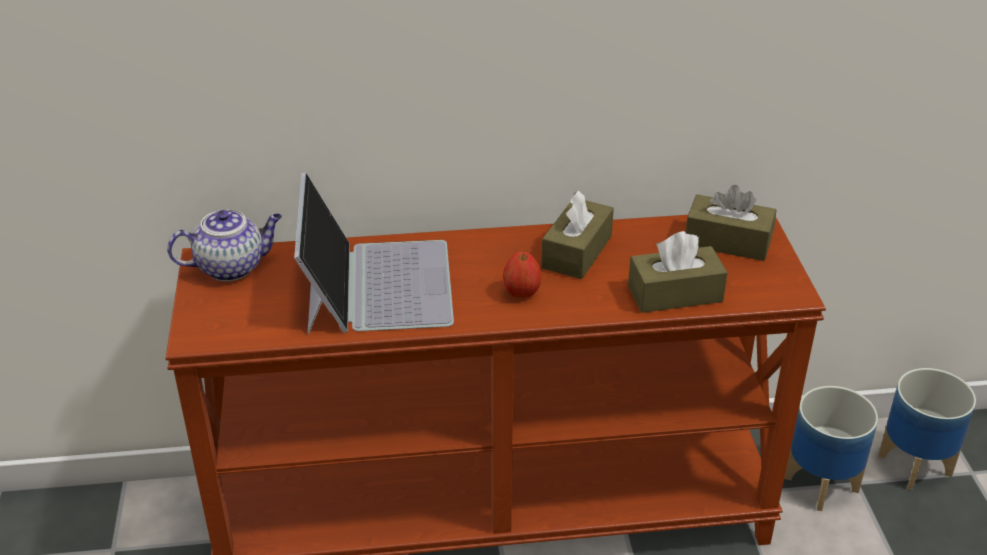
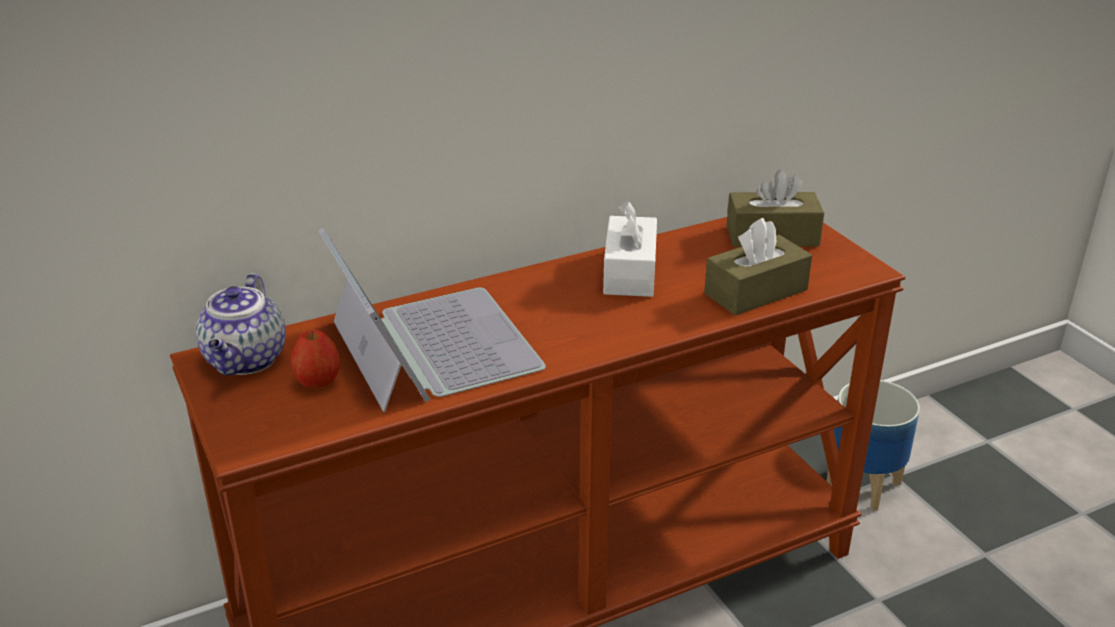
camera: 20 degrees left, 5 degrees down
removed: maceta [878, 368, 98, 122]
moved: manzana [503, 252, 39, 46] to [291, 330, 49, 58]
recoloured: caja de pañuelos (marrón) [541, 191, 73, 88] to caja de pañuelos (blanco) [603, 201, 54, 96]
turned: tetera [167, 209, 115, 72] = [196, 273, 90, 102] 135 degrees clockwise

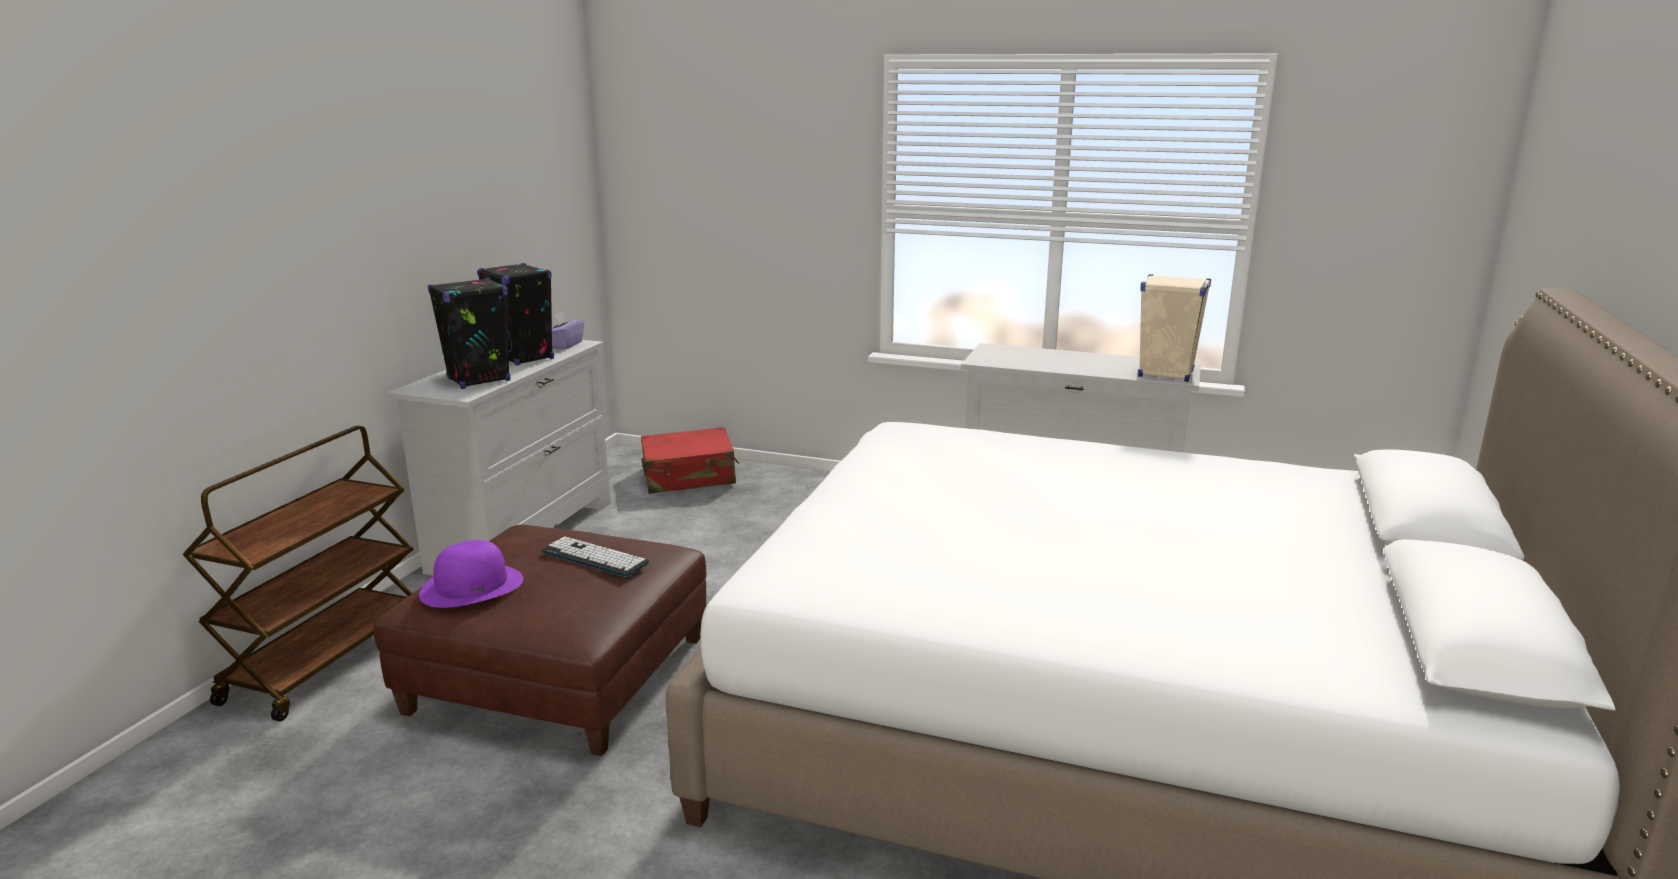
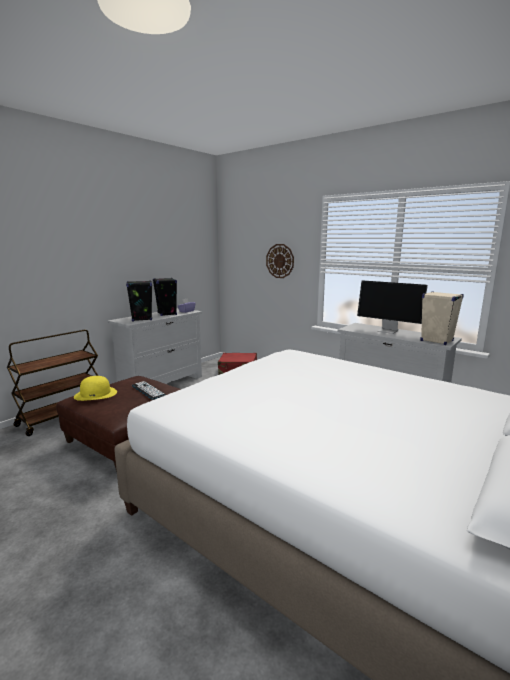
camera: 20 degrees right, 5 degrees down
added: reloj de pared [266, 244, 28, 34]; monitor [357, 280, 71, 54]
recoloured: sombrero (morado) [419, 540, 104, 68] to sombrero (amarillo) [74, 376, 43, 25]

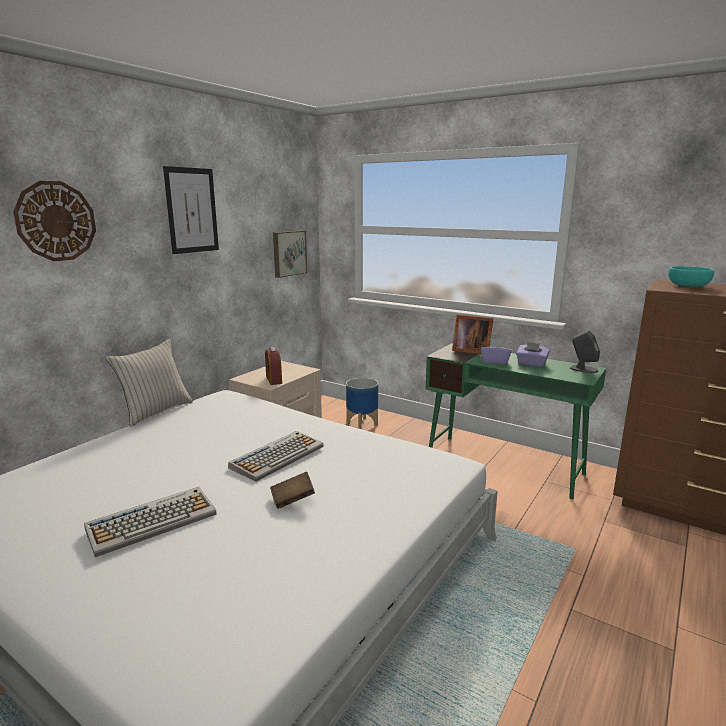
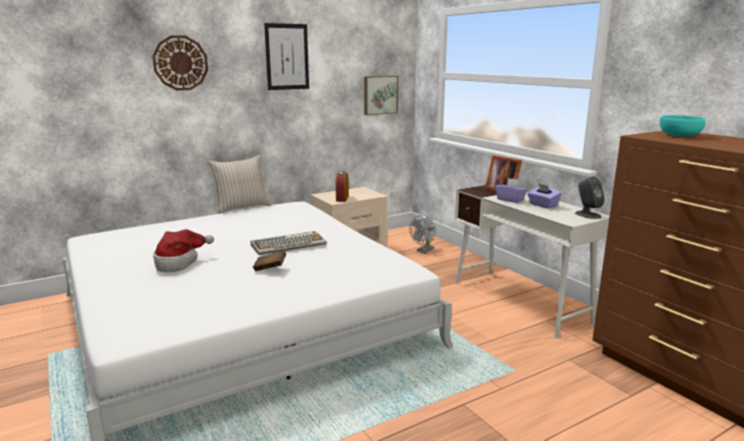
camera: 25 degrees right, 0 degrees up
replaced: teclado [84, 487, 133, 70] to sombrero [153, 229, 61, 43]; maceta [346, 378, 32, 51] to ventilador (gris) [409, 215, 27, 38]
recoloured: escritorio (verde) [426, 344, 180, 155] to escritorio (blanco) [455, 185, 155, 153]

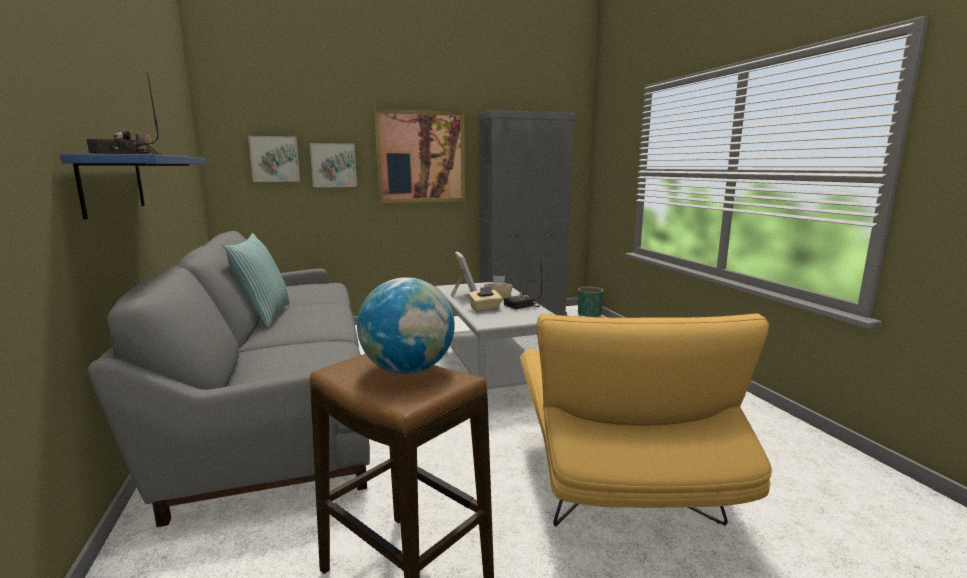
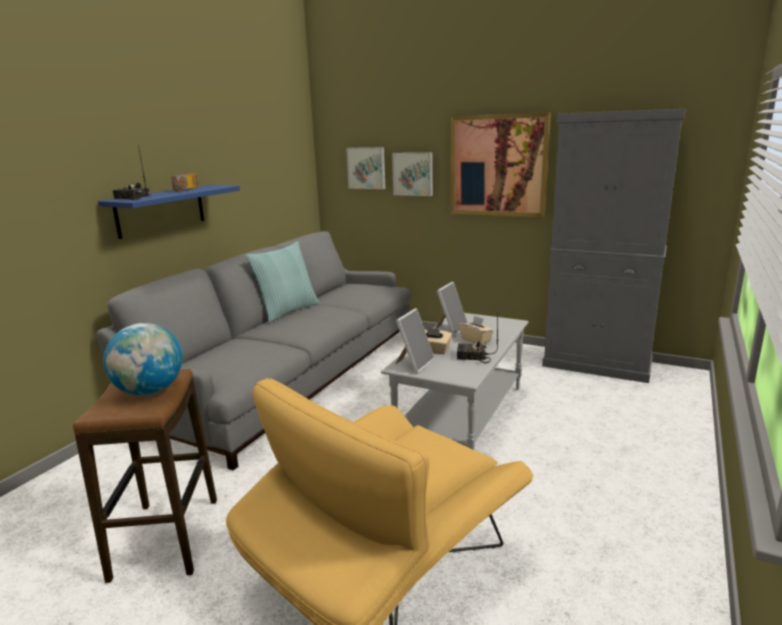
camera: 45 degrees right, 5 degrees up
removed: maceta (verde) [578, 287, 26, 30]
added: portarretratos [395, 308, 40, 66]

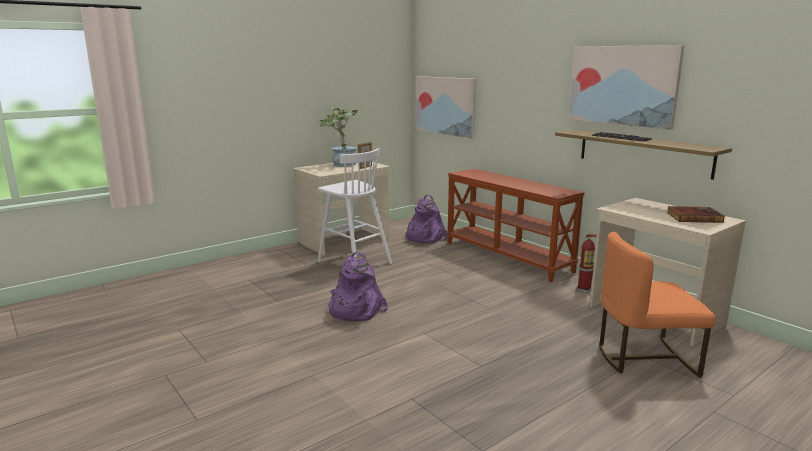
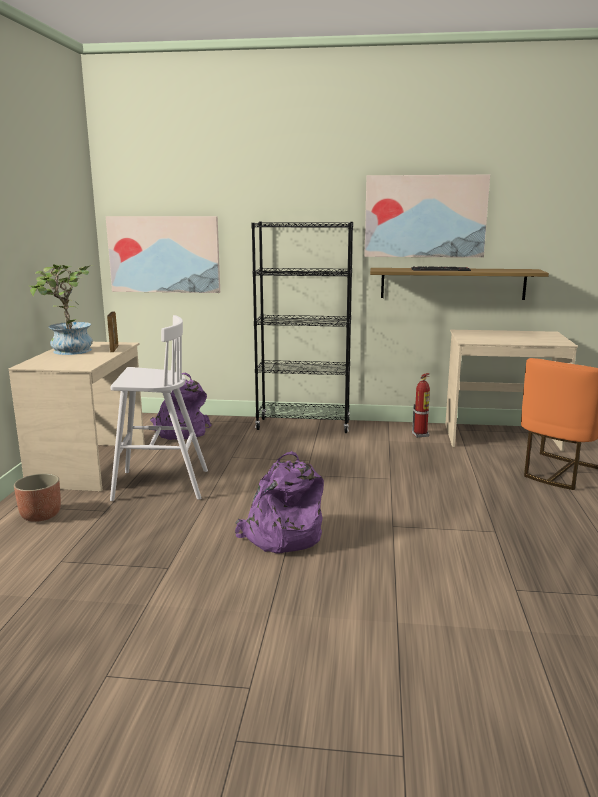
camera: 45 degrees left, 0 degrees up
removed: libro [667, 206, 58, 17]
added: maceta [14, 473, 47, 49]
replaced: mesa consola (marrón) [446, 169, 139, 113] to estantería (negro) [251, 222, 102, 211]

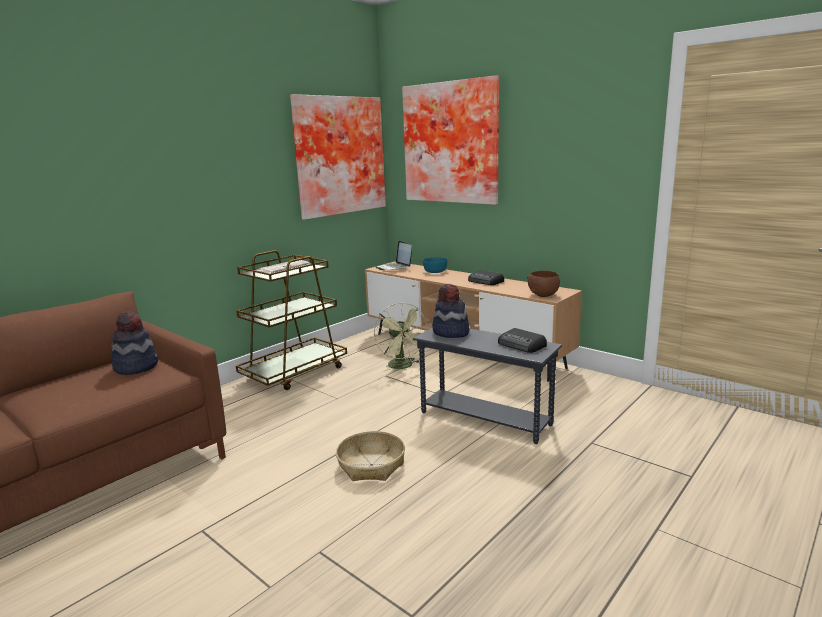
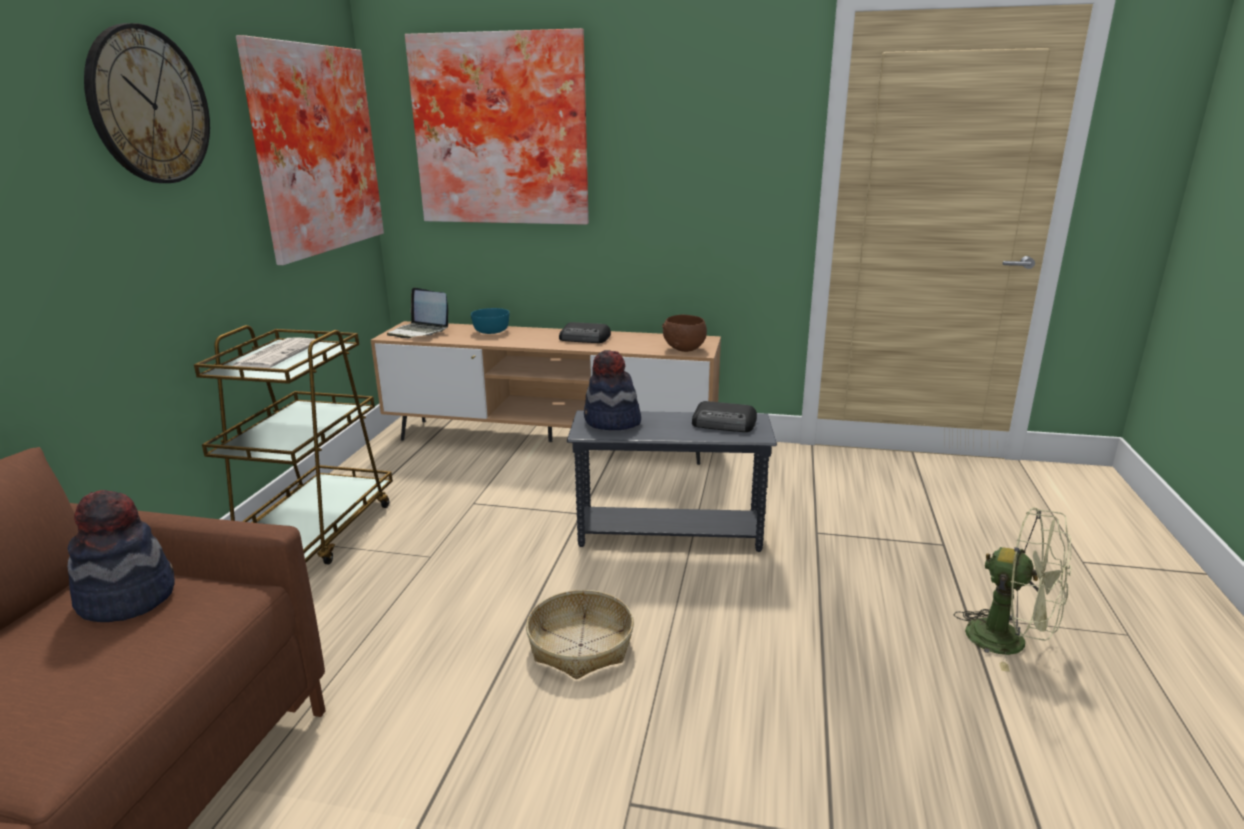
camera: 30 degrees left, 5 degrees up
added: reloj de pared [84, 23, 126, 160]
moved: ventilador (verde) [374, 303, 55, 69] to [954, 507, 117, 165]

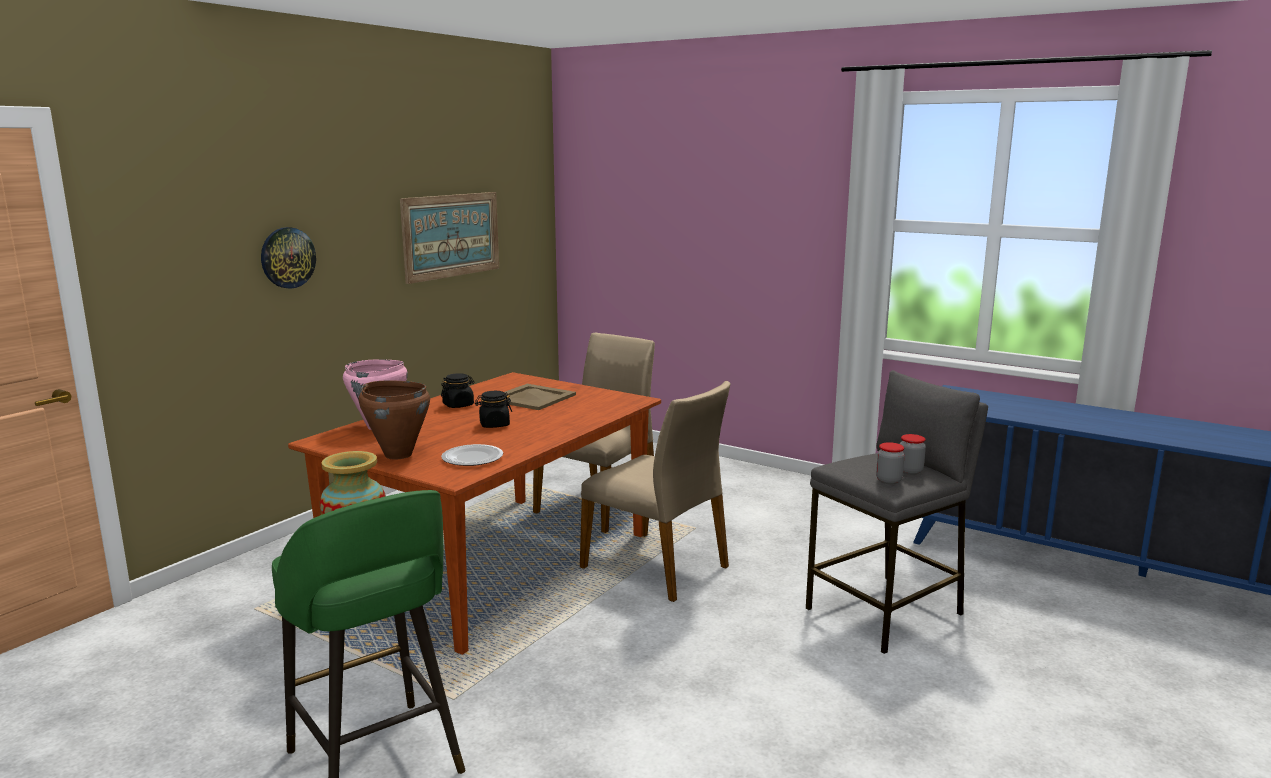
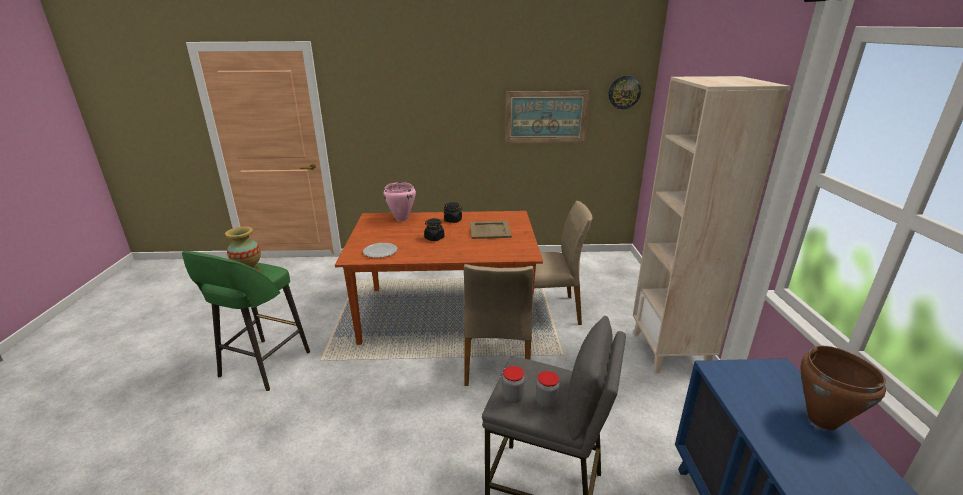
camera: 55 degrees right, 10 degrees up
added: estantería (beis) [633, 76, 158, 297]
moved: reloj de pared [261, 227, 55, 62] to [609, 76, 32, 33]; olla (marrón) [359, 381, 71, 79] to [800, 346, 86, 84]

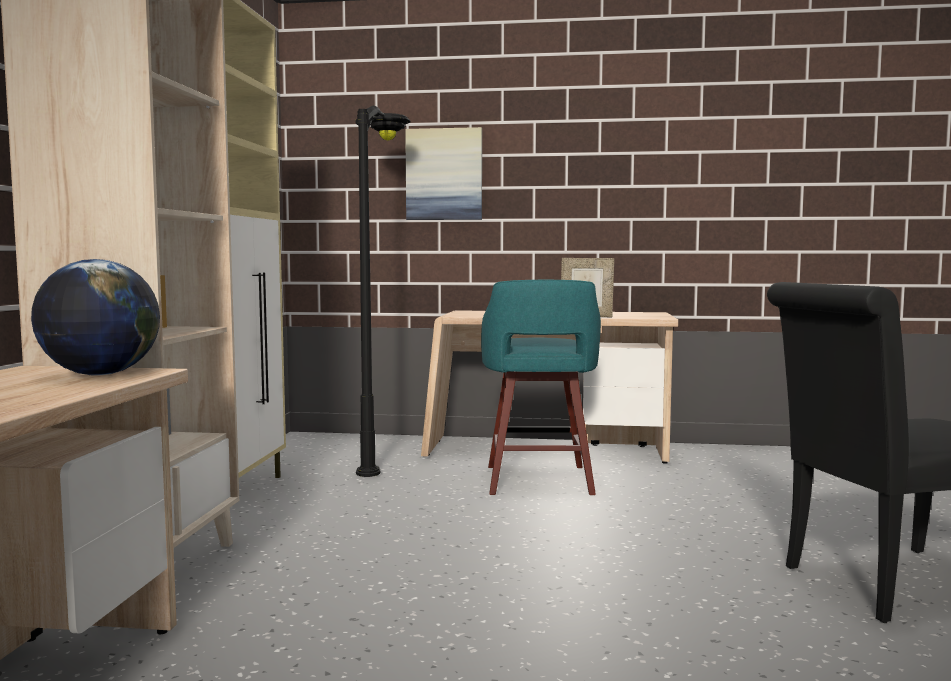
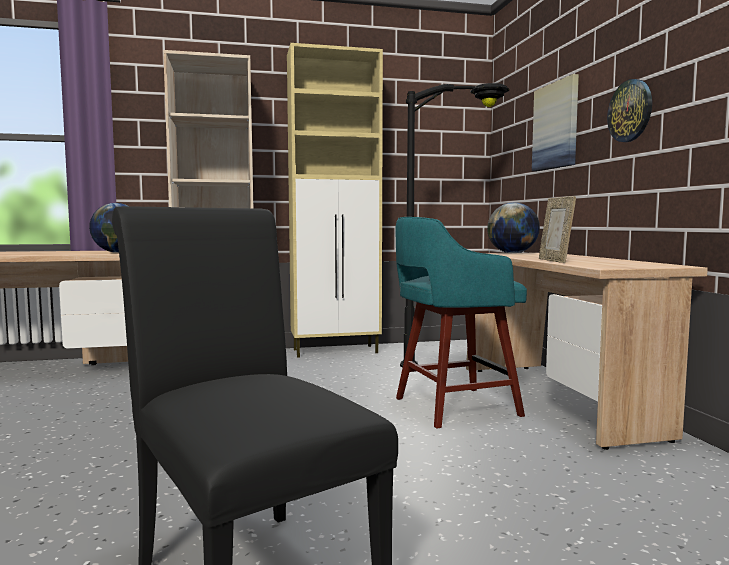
camera: 70 degrees right, 0 degrees up
added: globo terráqueo [487, 202, 53, 51]; reloj de pared [607, 79, 45, 63]

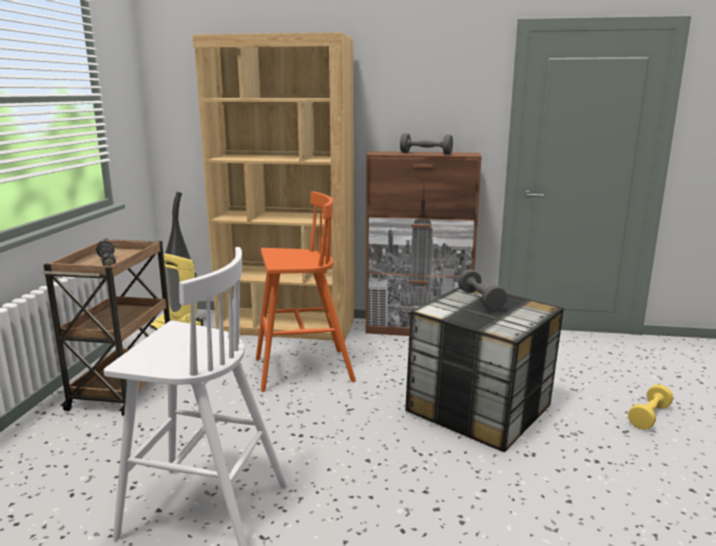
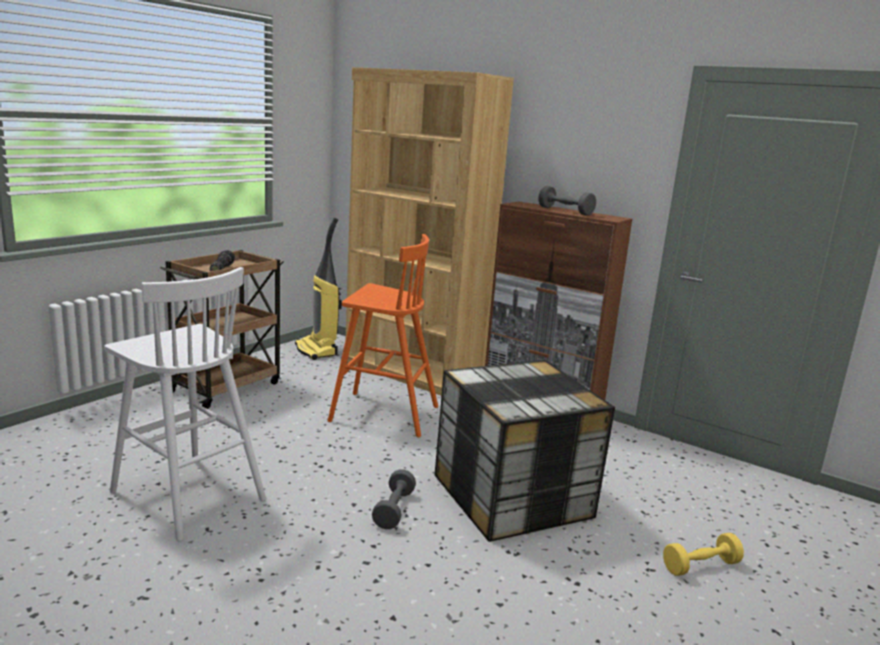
camera: 25 degrees right, 0 degrees up
moved: mancuerna (gris) [458, 269, 49, 42] to [372, 469, 44, 60]

